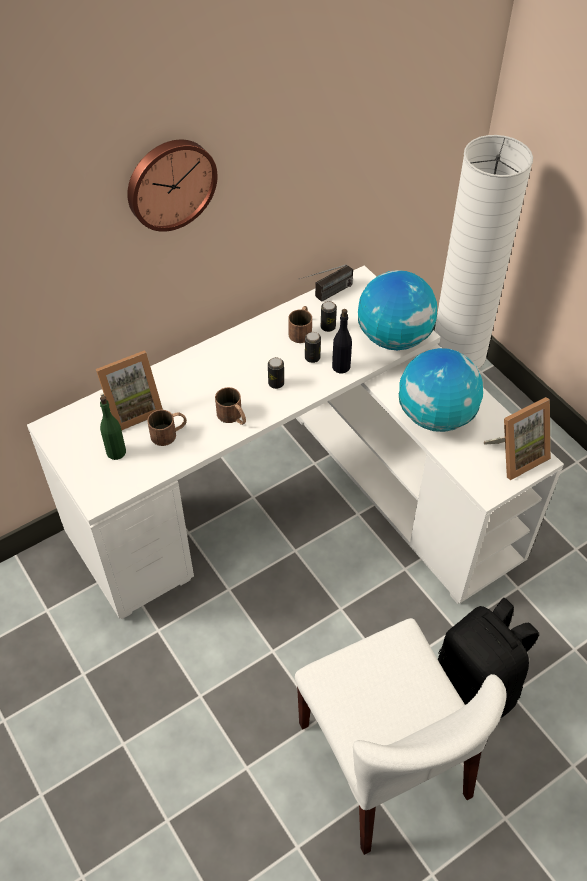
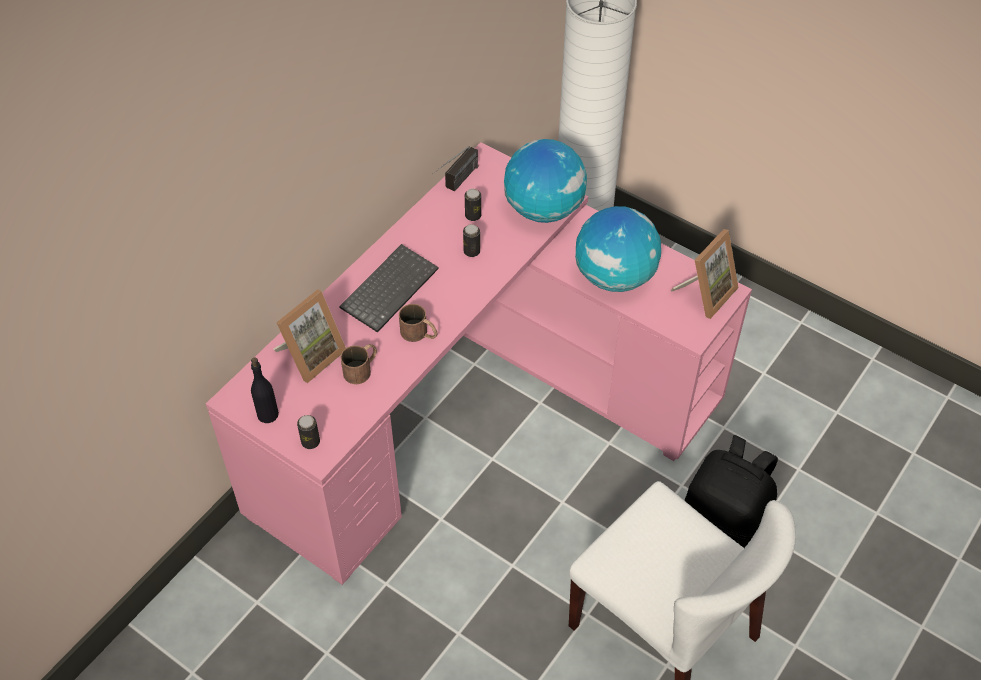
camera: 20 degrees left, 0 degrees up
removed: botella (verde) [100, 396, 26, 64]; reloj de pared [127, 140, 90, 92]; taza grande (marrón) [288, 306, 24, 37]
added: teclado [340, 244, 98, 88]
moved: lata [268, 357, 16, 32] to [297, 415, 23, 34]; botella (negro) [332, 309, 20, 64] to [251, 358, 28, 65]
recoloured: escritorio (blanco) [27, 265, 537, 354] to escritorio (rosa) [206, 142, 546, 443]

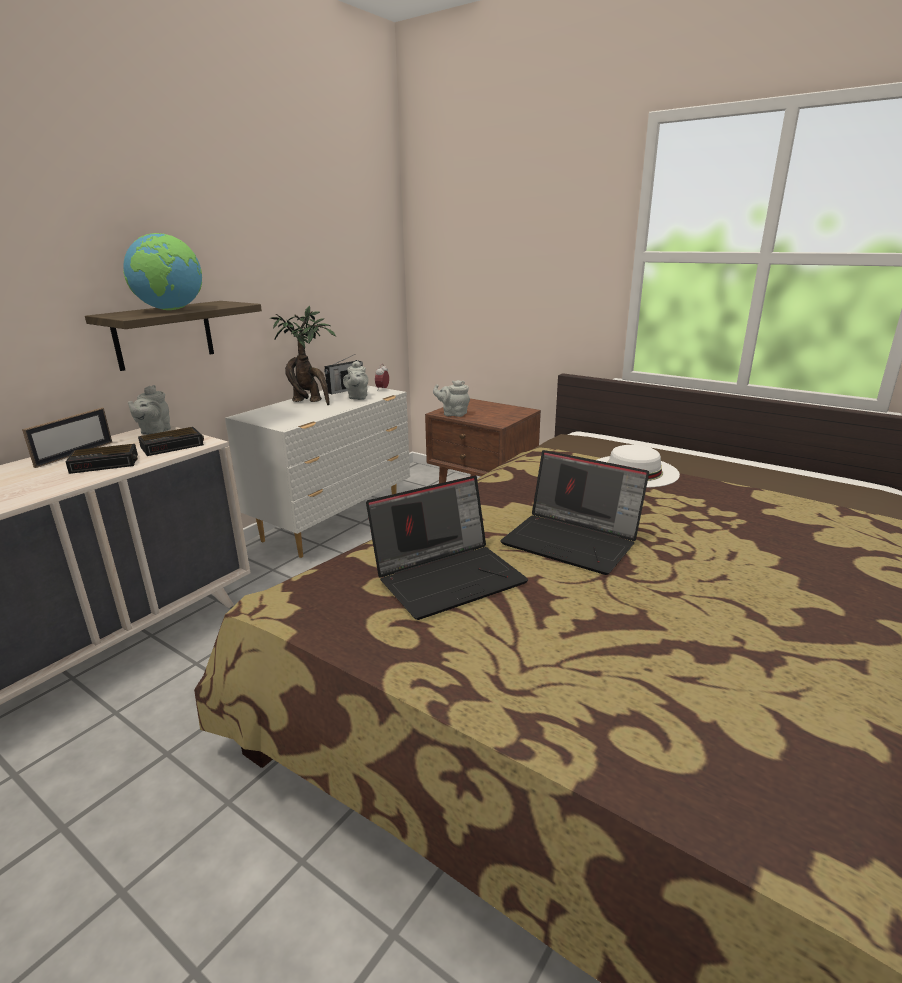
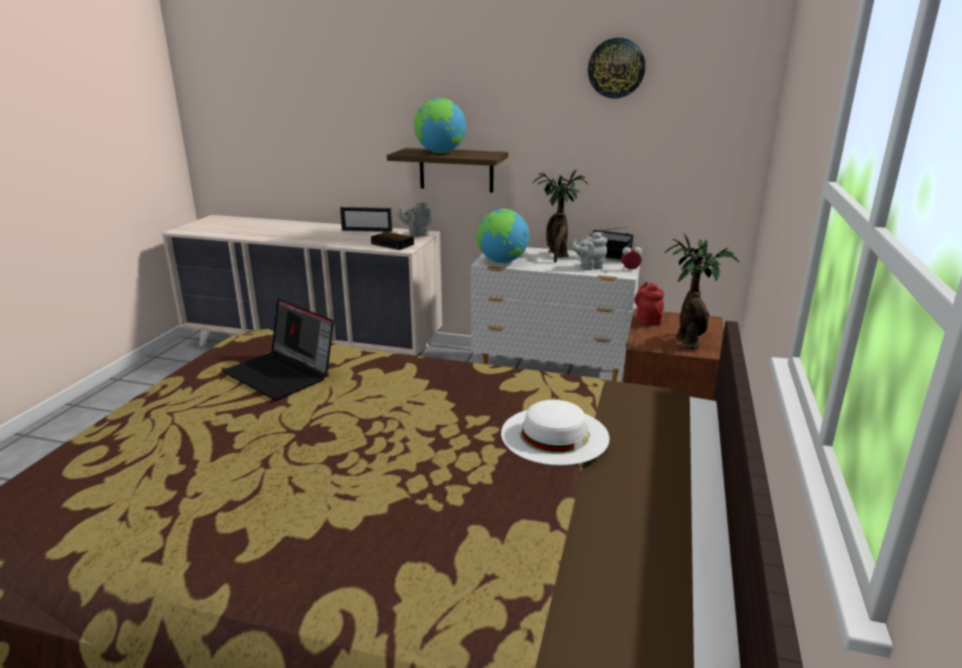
camera: 70 degrees right, 0 degrees up
removed: despertador [66, 444, 72, 30]; portátil [500, 450, 149, 125]
added: globo terráqueo [476, 209, 53, 54]; reloj de pared [588, 38, 57, 60]; planta en maceta [665, 233, 74, 116]
recoloured: tetera (gris) [433, 380, 37, 37] to tetera (rojo) [634, 281, 30, 44]

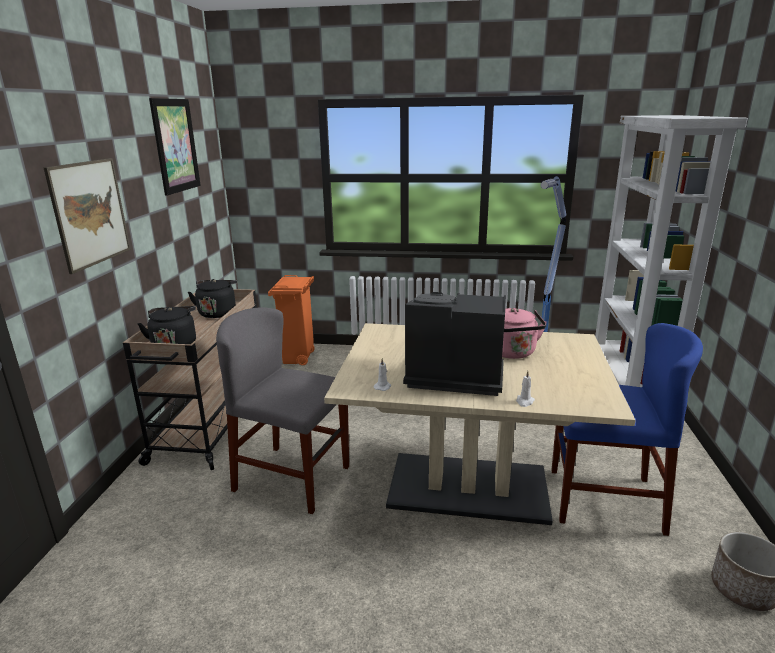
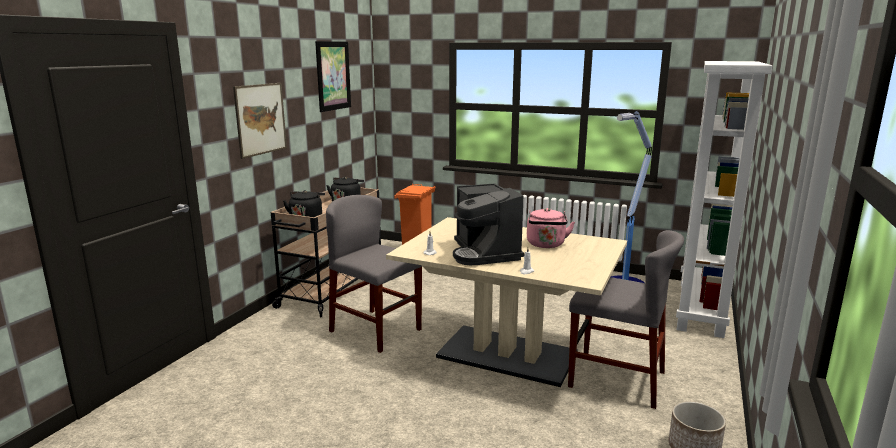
camera: 15 degrees right, 5 degrees down
recoloured: silla (azul) [551, 323, 152, 213] to silla (gris) [568, 230, 116, 179]
turned: cafetera [403, 292, 103, 104] = [453, 184, 72, 81] 135 degrees counterclockwise

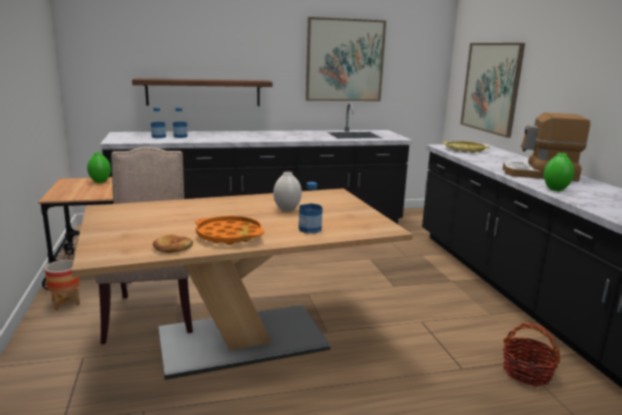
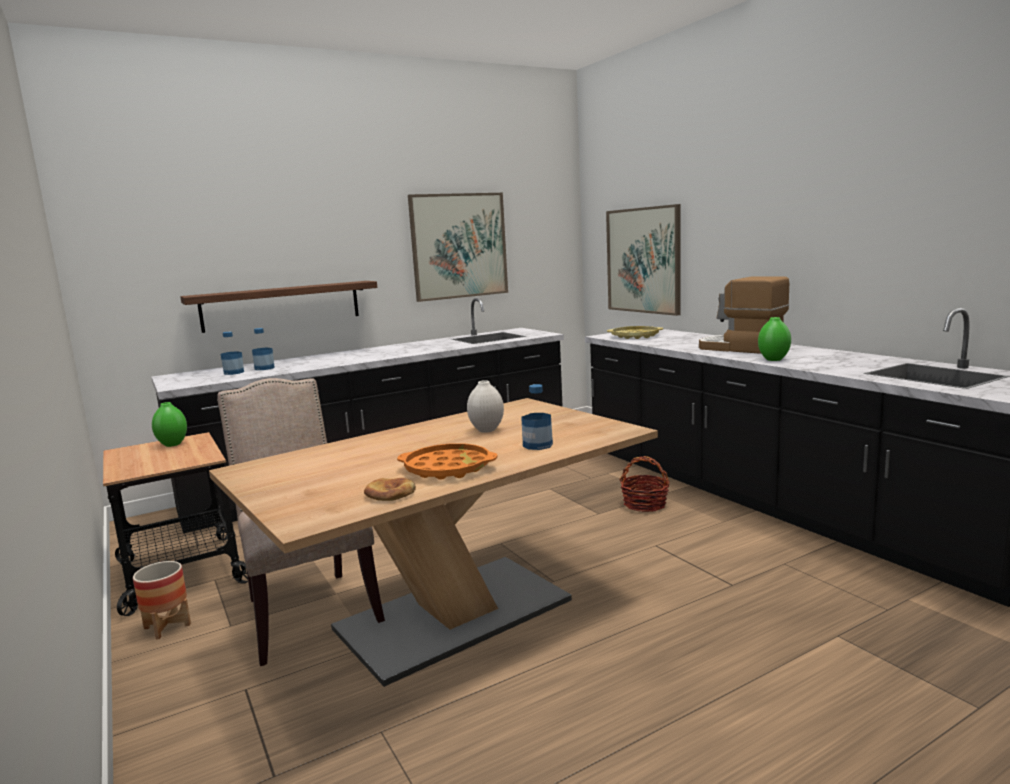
camera: 15 degrees left, 5 degrees down
moved: cesta [503, 323, 58, 64] to [619, 456, 51, 56]
turned: cafetera [503, 112, 87, 69] = [699, 276, 90, 78] 45 degrees clockwise

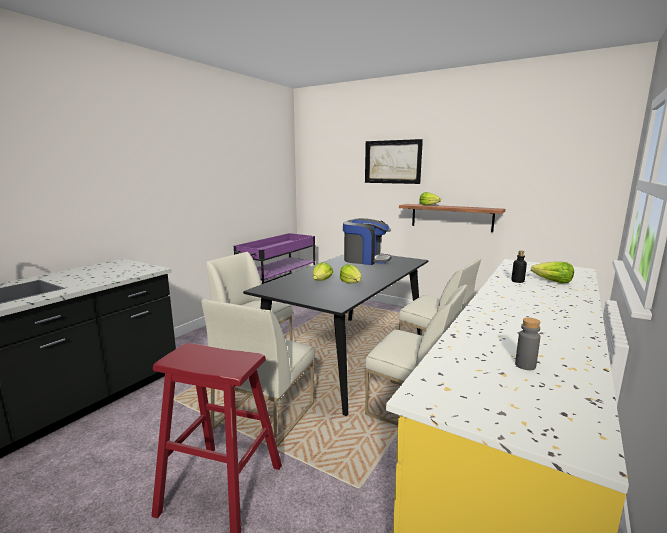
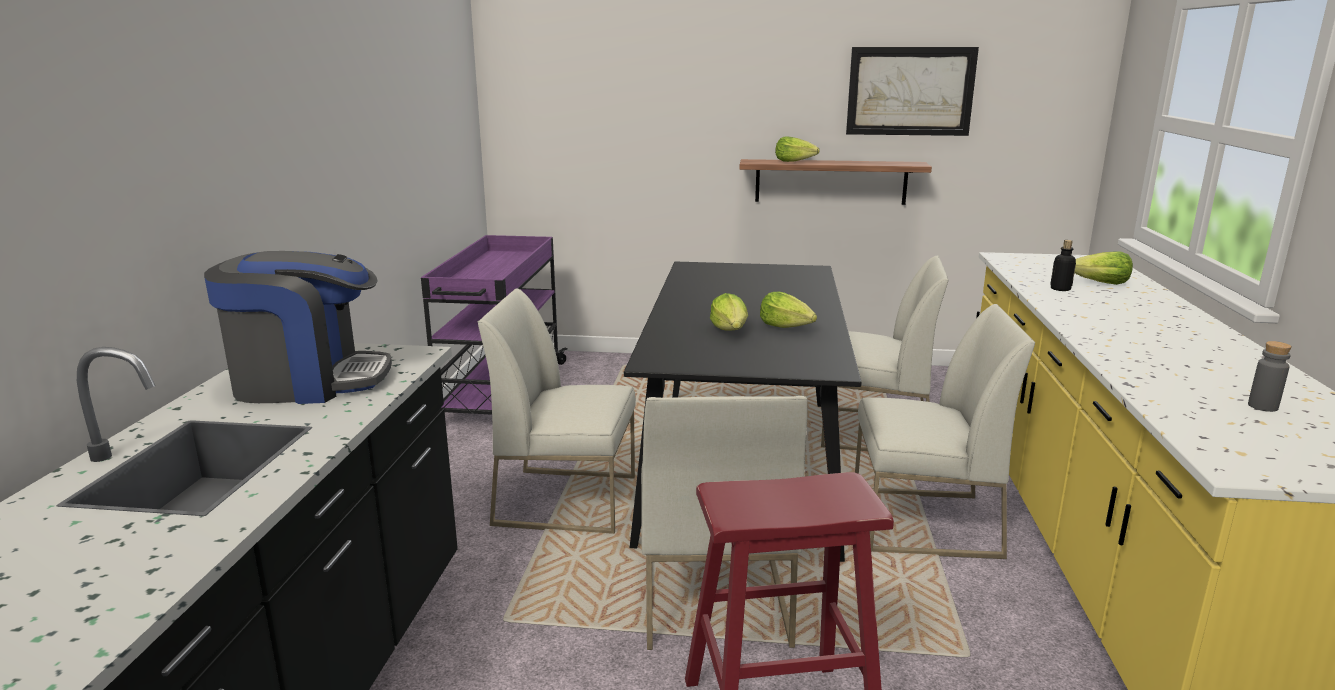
camera: 25 degrees left, 5 degrees up
moved: cafetera [343, 218, 49, 47] to [204, 251, 188, 153]; cuadro [365, 139, 58, 45] to [846, 47, 133, 89]

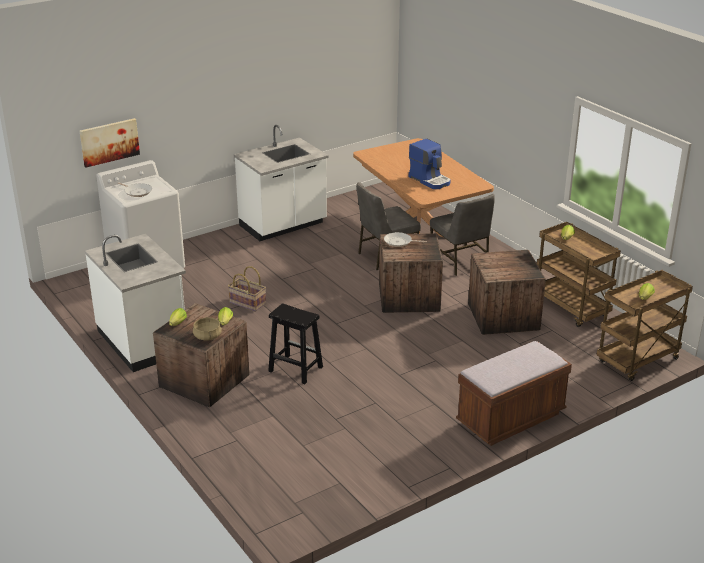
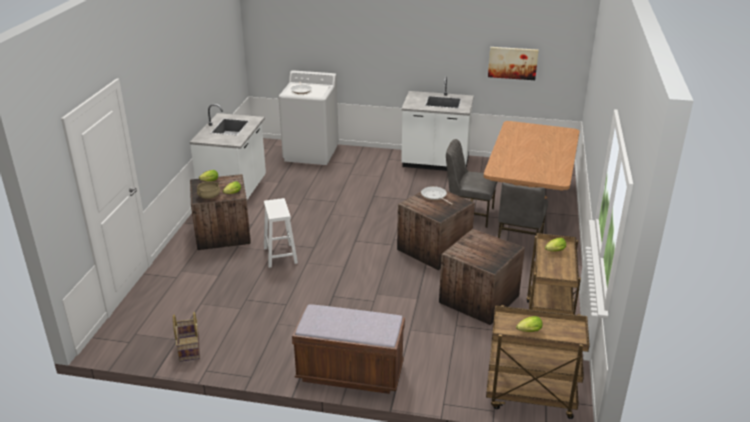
camera: 45 degrees right, 0 degrees up
removed: cafetera [409, 138, 42, 51]
moved: cuadro [80, 118, 60, 49] to [488, 47, 51, 33]; cesta [228, 266, 38, 46] to [173, 312, 27, 50]
recoloured: taburete (negro) [268, 303, 55, 81] to taburete (blanco) [264, 198, 34, 70]

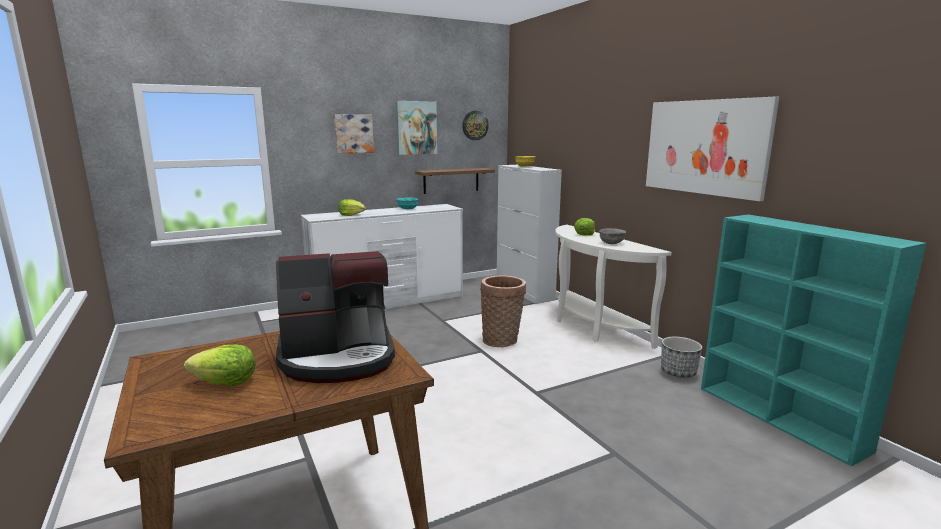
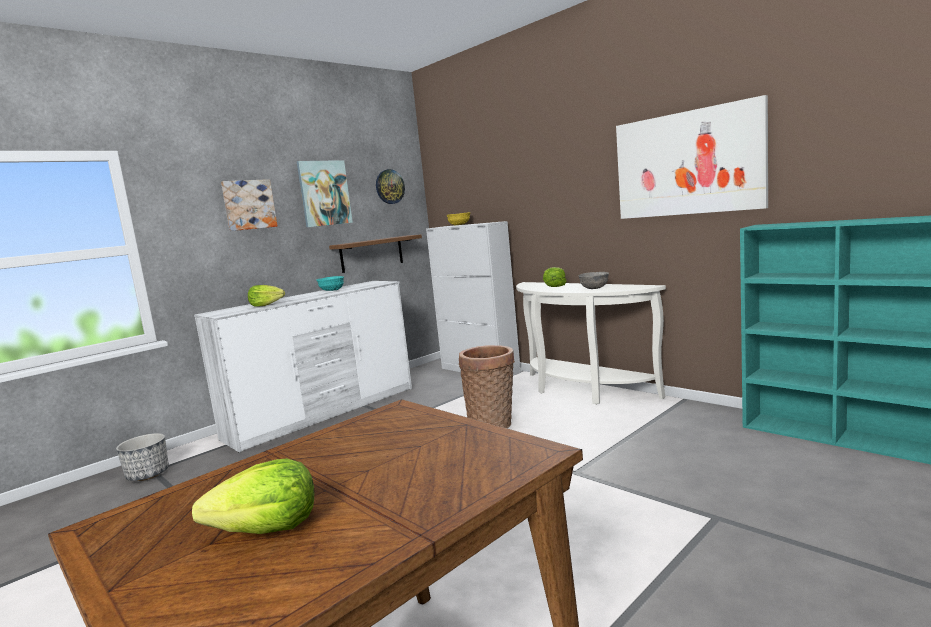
camera: 15 degrees left, 5 degrees down
removed: cafetera [276, 251, 119, 132]
moved: maceta [661, 337, 41, 41] to [116, 433, 53, 48]

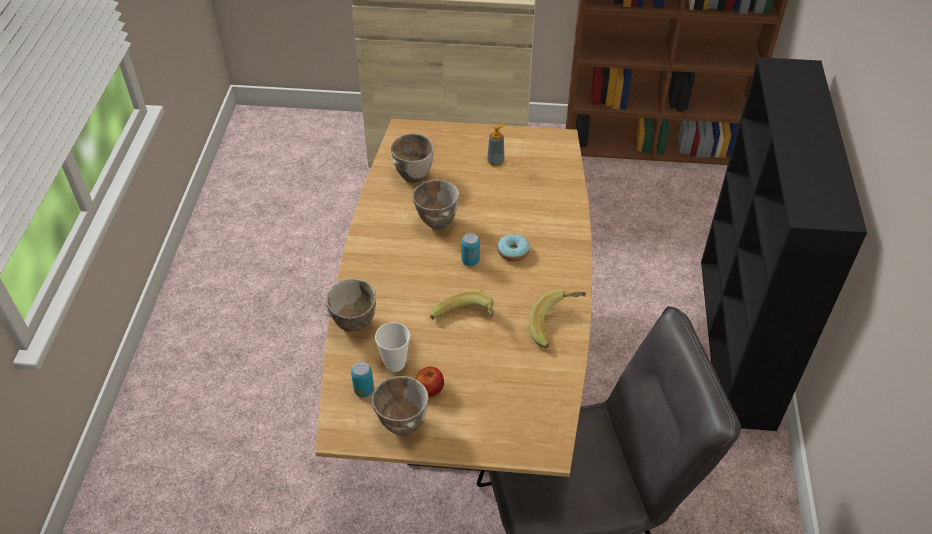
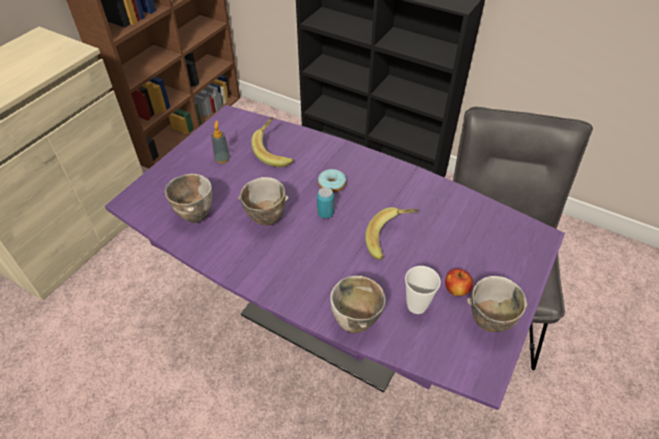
camera: 65 degrees left, 0 degrees up
removed: lata [351, 362, 23, 35]
moved: plátano [529, 290, 57, 58] to [251, 117, 42, 50]
recoloured: mesa de comedor (marrón) [315, 119, 277, 358] to mesa de comedor (morado) [105, 105, 460, 305]

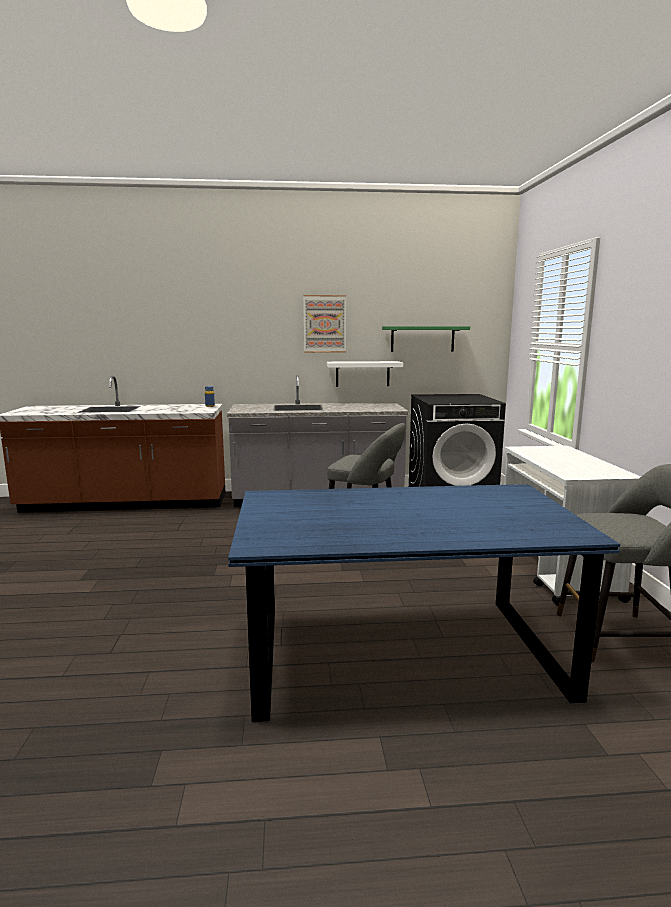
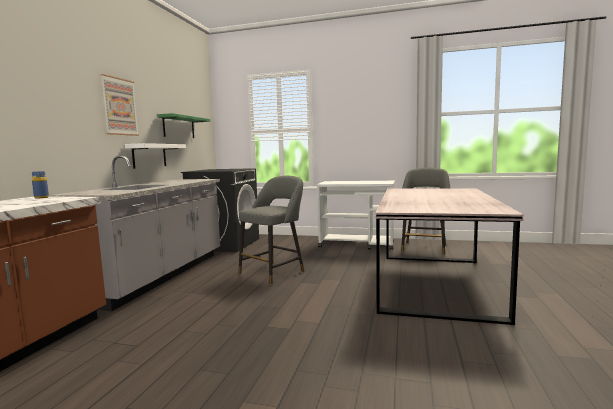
camera: 70 degrees left, 5 degrees down
recoloured: mesa de comedor (azul) [228, 484, 392, 238] to mesa de comedor (gris) [375, 188, 149, 137]

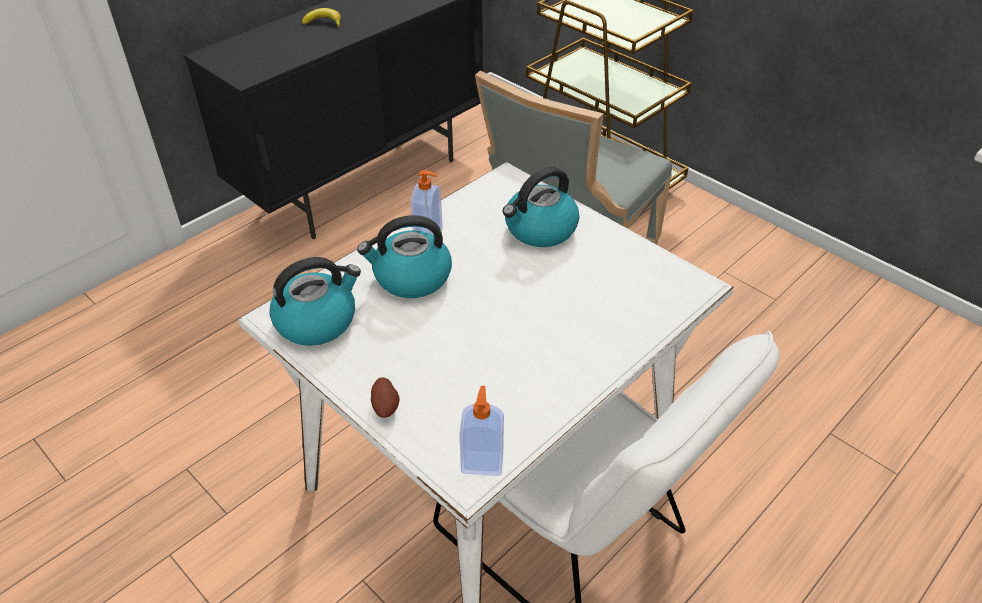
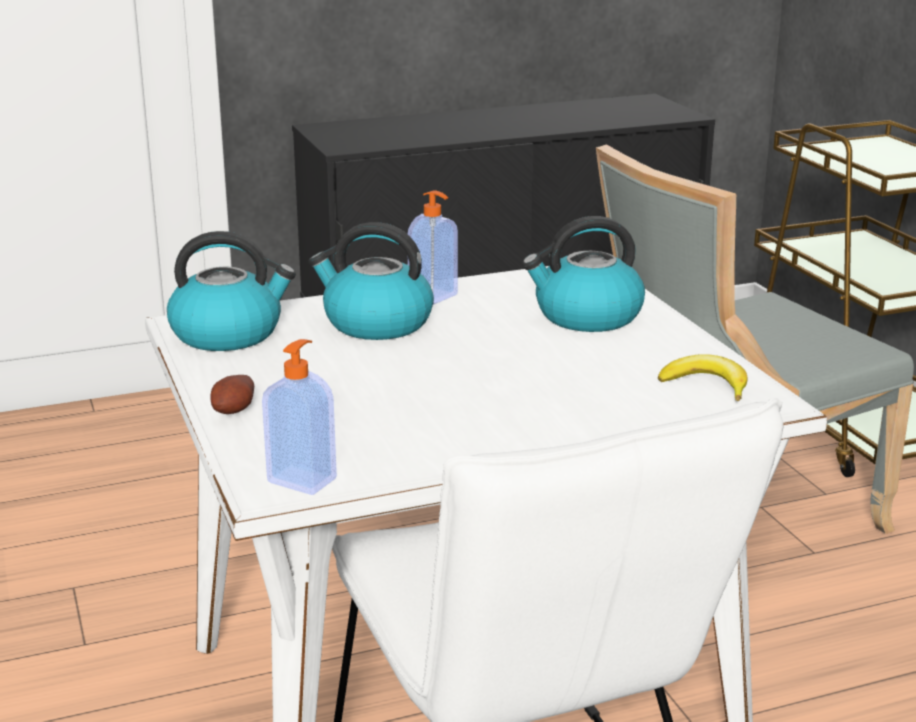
camera: 25 degrees right, 20 degrees down
moved: plátano [302, 8, 39, 19] to [658, 354, 90, 47]

